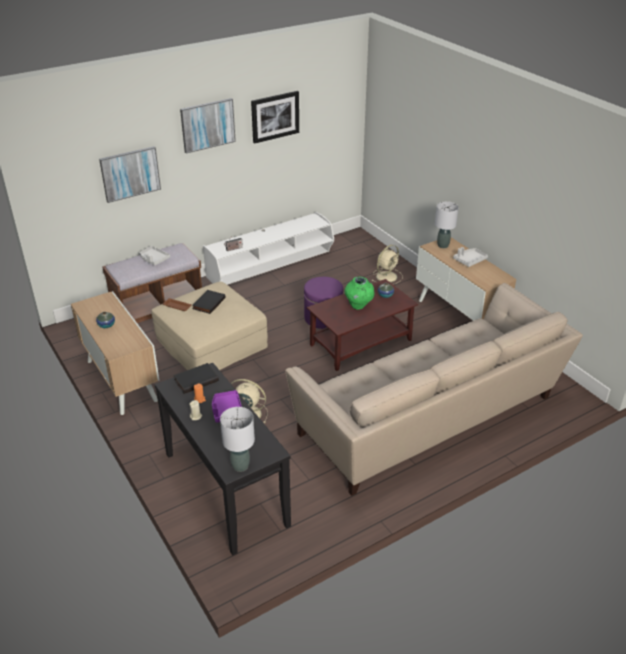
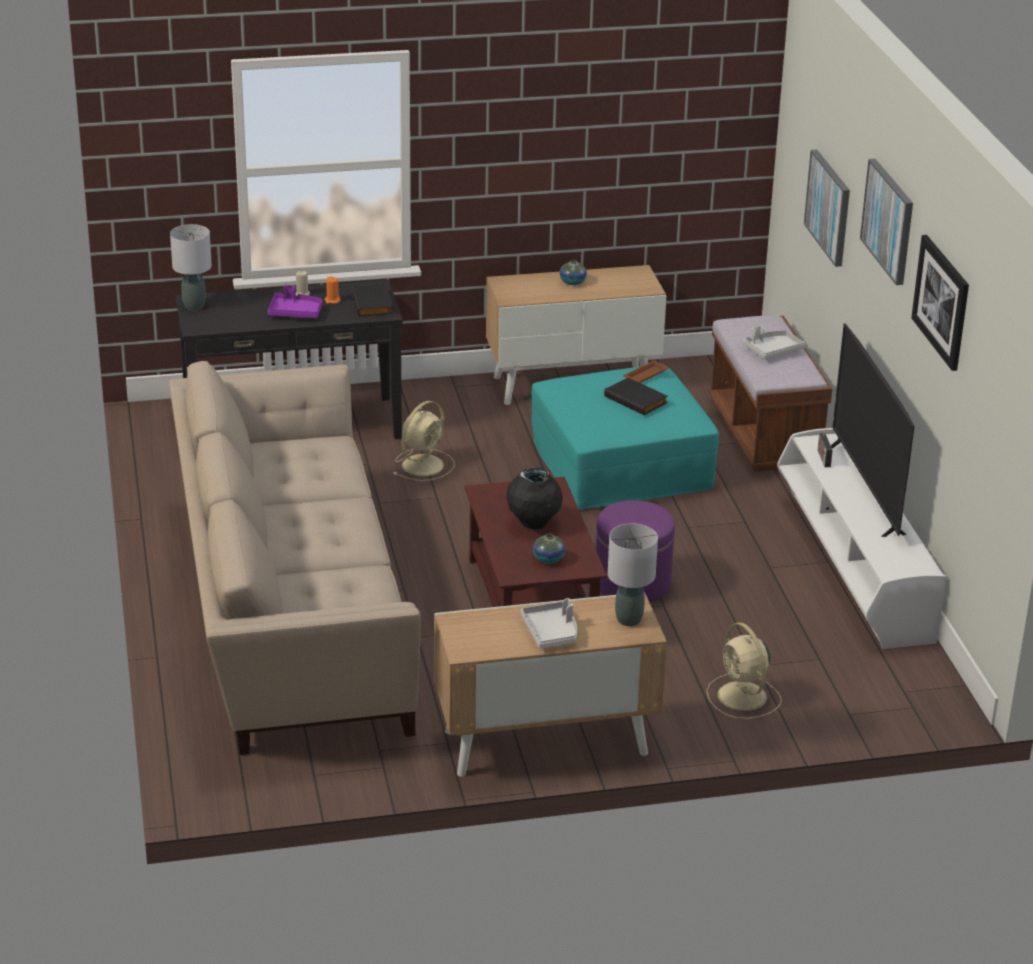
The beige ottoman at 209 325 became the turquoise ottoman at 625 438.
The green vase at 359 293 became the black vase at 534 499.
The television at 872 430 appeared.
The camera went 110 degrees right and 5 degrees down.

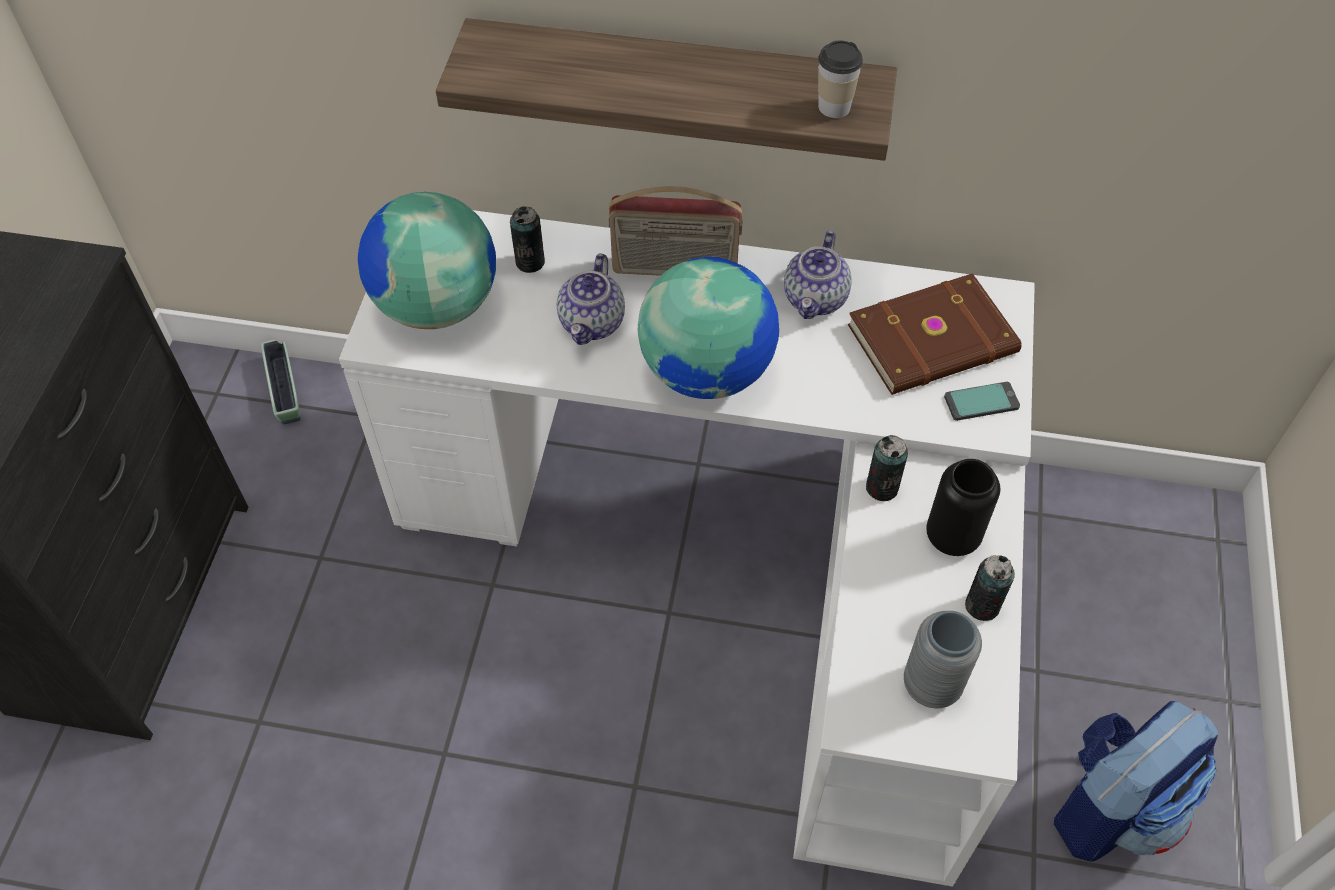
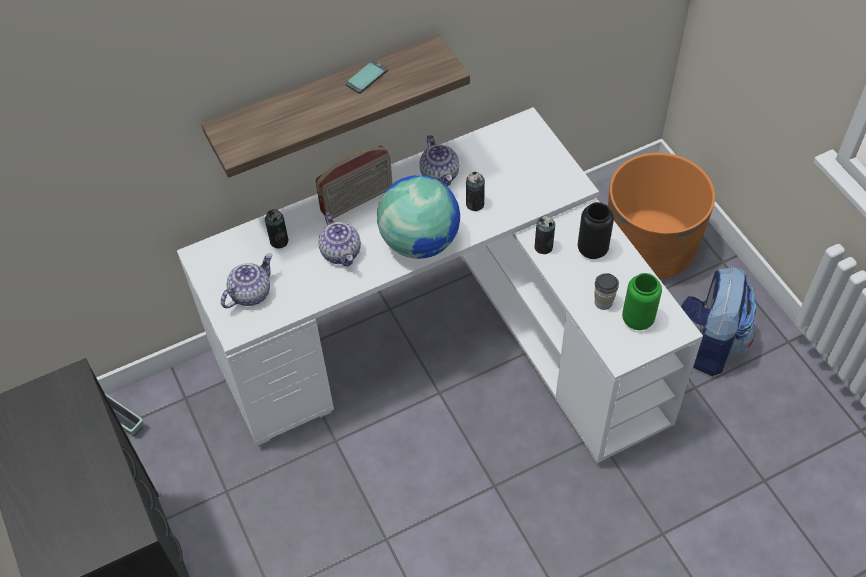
The globe at 427 260 was replaced by the teapot at 246 280.
The cup moved from 840 79 to 606 291.
The brown book at 934 334 disappeared.
The grey vase at 943 660 became the green vase at 642 301.
The phone moved from 982 401 to 366 77.
The can moved from 990 588 to 475 191.
The orange planter at 661 216 appeared.
The camera went 35 degrees left and 0 degrees up.

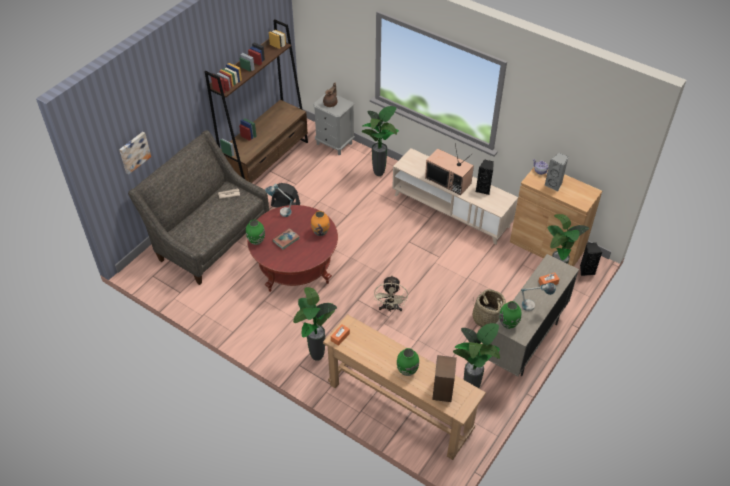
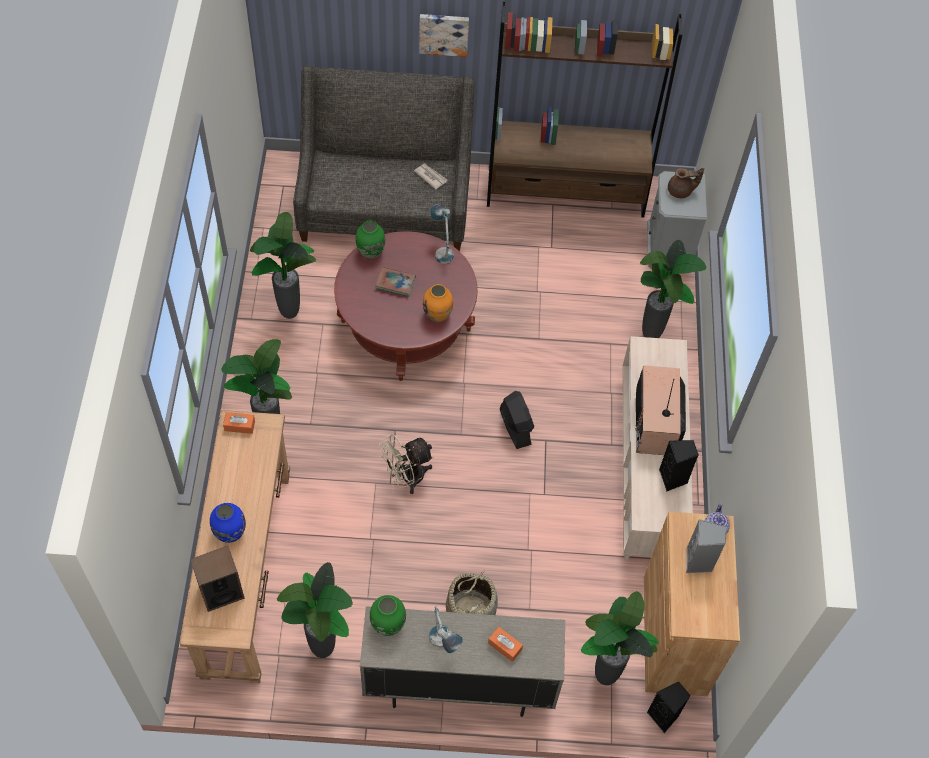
The picture moved from 135 153 to 444 35.
The black fan moved from 285 195 to 517 420.
The green vase at 408 362 became the blue vase at 228 523.
The potted plant at 283 265 appeared.
The camera went 55 degrees right and 10 degrees up.

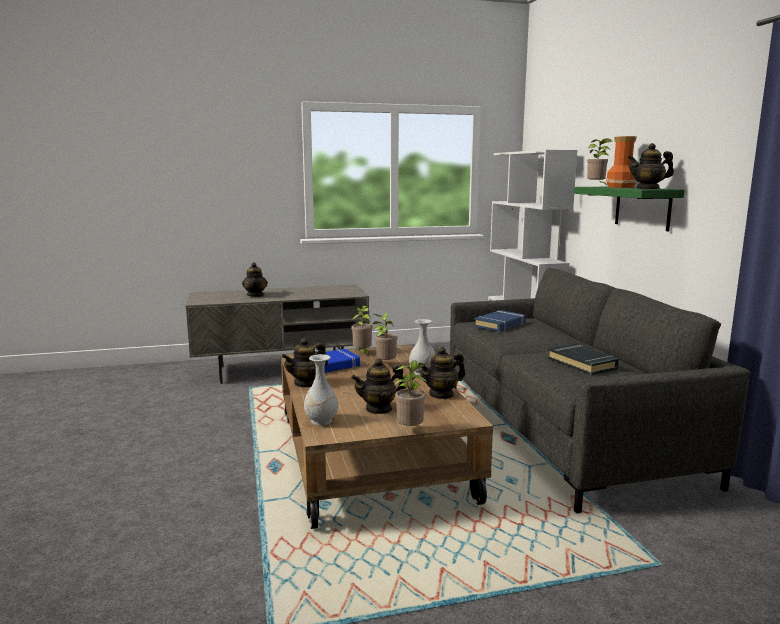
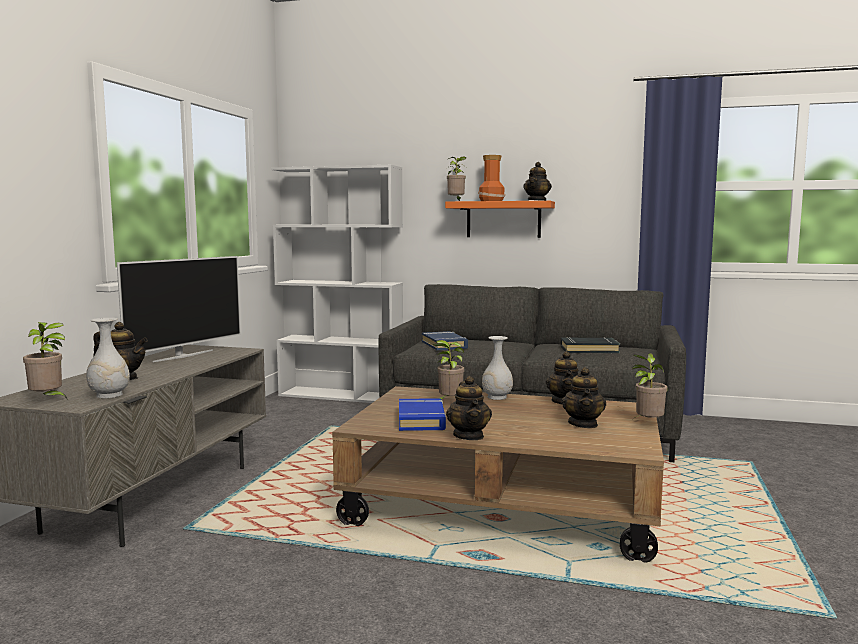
The white vase moved from 321 389 to 108 358.
The potted plant moved from 362 330 to 45 361.
The green shelf at 629 209 became the orange shelf at 500 219.
The television at 179 309 appeared.
The camera went 60 degrees left and 5 degrees down.

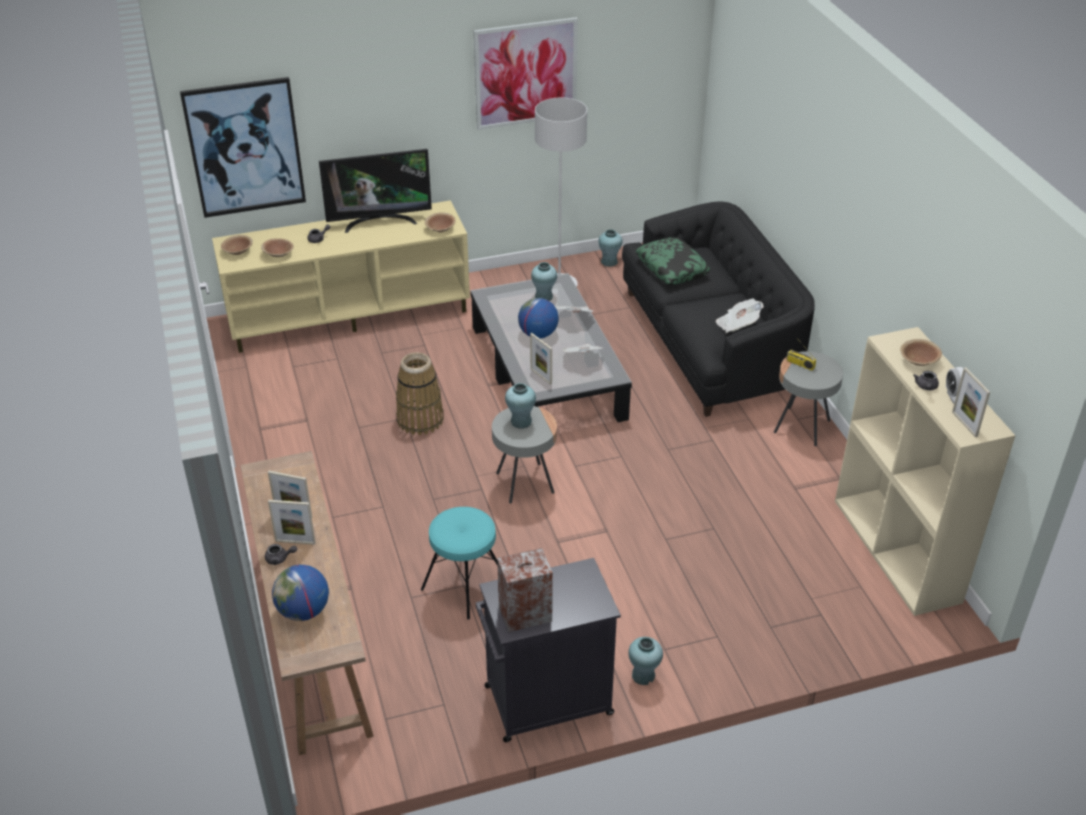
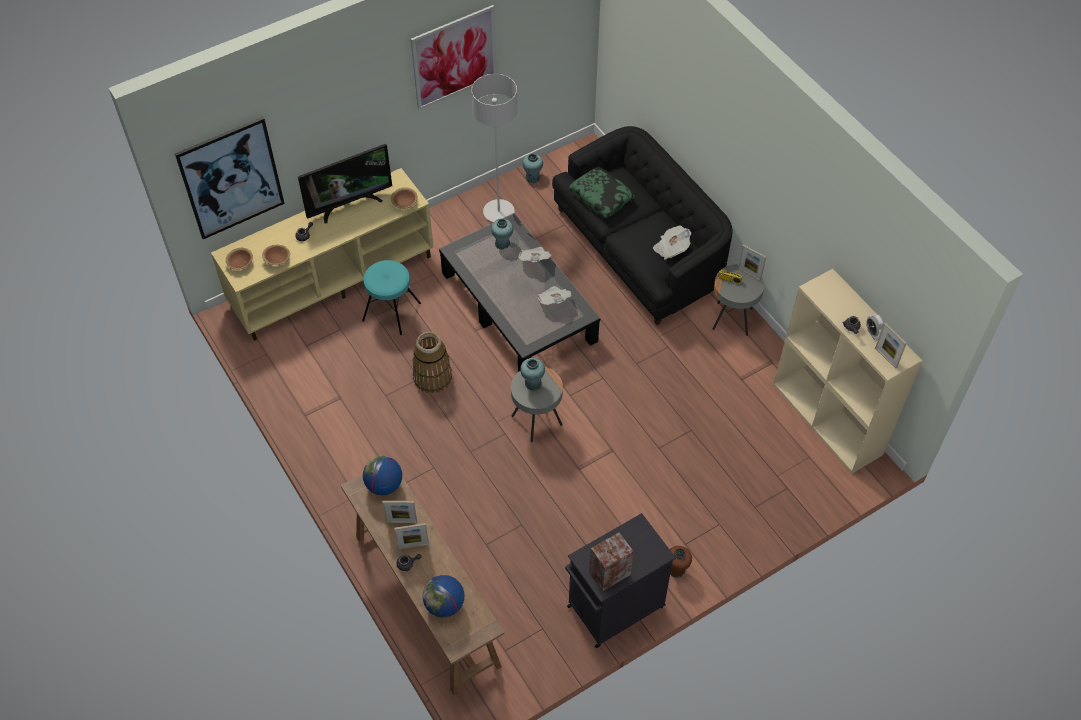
The turquoise stool moved from 459 563 to 391 297.
The globe moved from 538 318 to 382 475.
The picture frame moved from 541 359 to 752 263.
The turquoise vase at 645 661 became the brown vase at 681 562.
The brown bowl at 921 352 disappeared.
The camera went 15 degrees left and 15 degrees up.

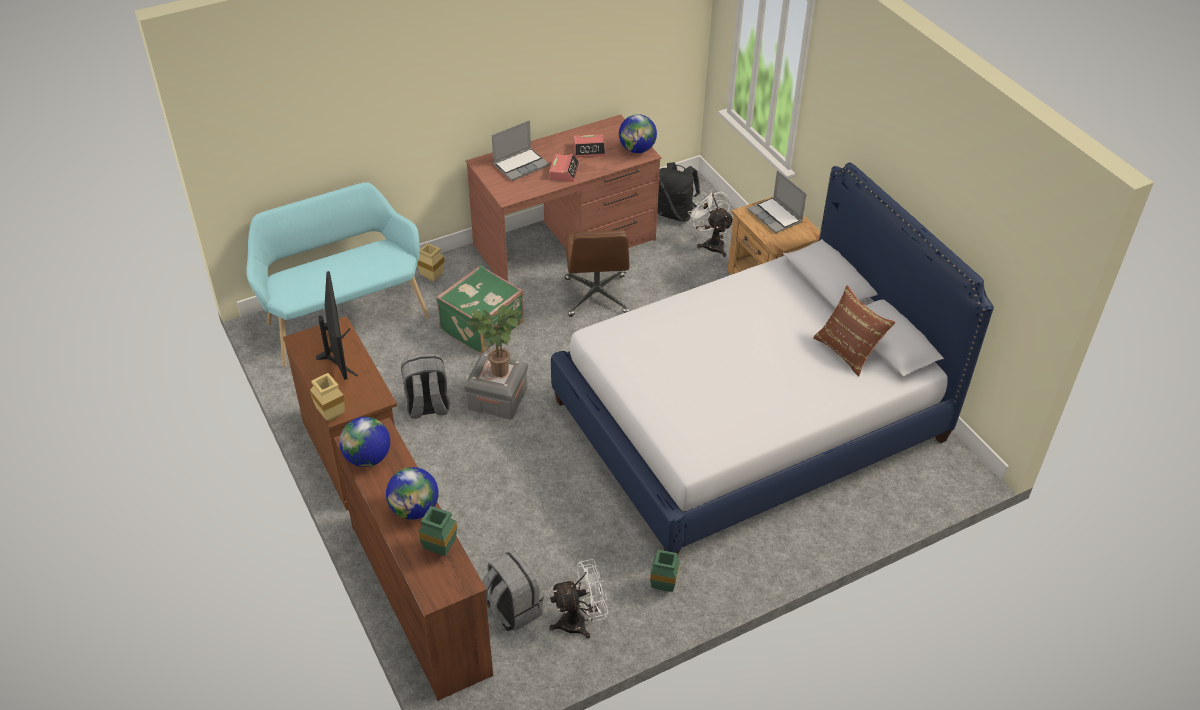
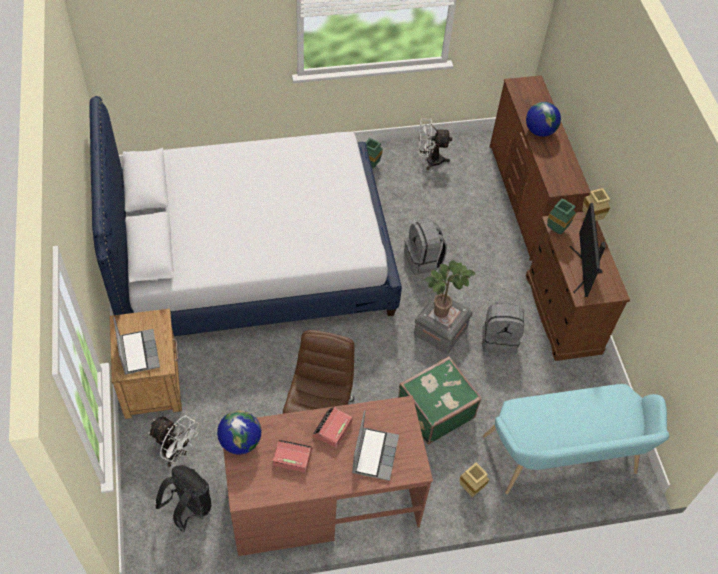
The globe at 364 442 disappeared.
The green vase moved from 437 531 to 561 216.
The grey backpack moved from 513 590 to 425 247.
The laptop at 520 150 turned 120 degrees clockwise.
The white fan at 710 223 turned 45 degrees counterclockwise.
The brown pillow at 854 331 disappeared.
The camera went 165 degrees left and 10 degrees up.

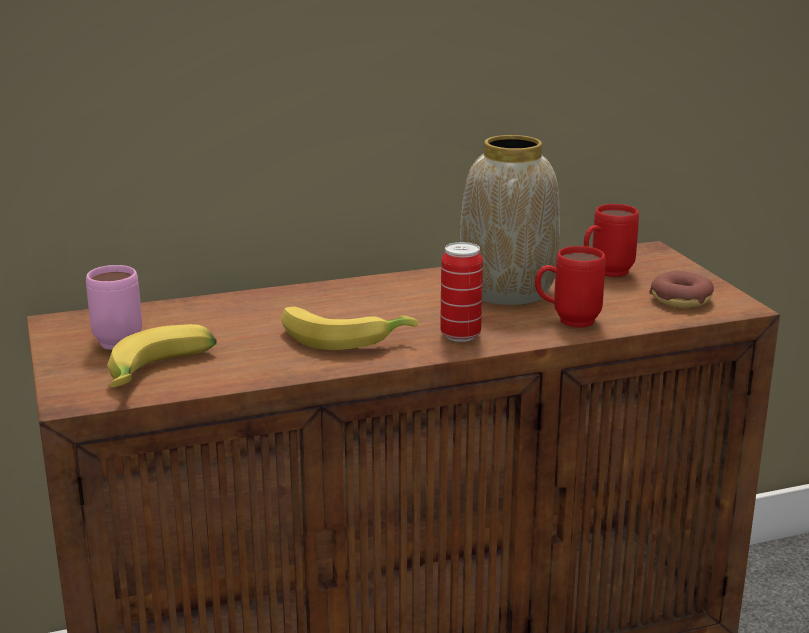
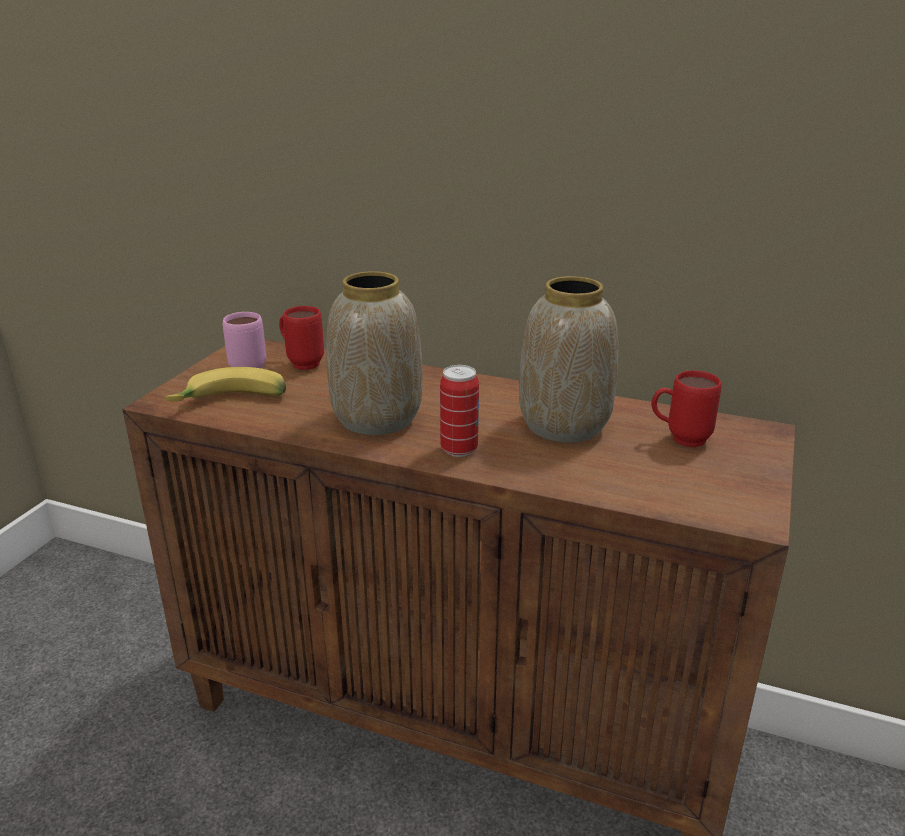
The banana at 349 328 was replaced by the vase at 374 353.
The red mug moved from 570 286 to 301 338.
The donut at 682 289 disappeared.
The camera went 40 degrees right and 5 degrees up.

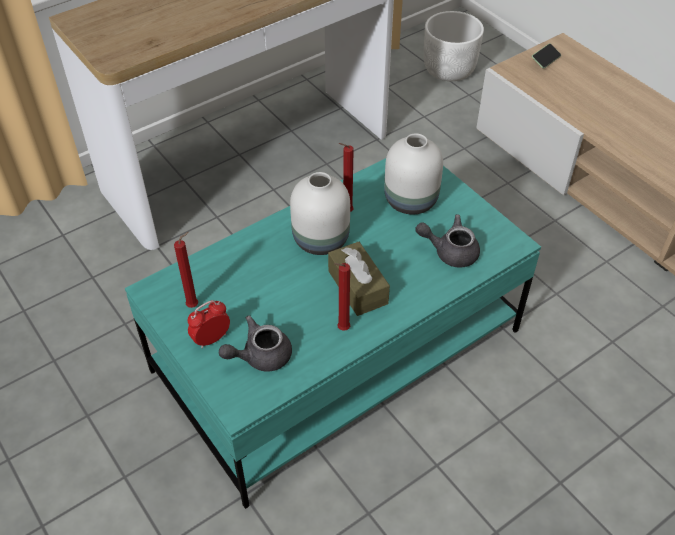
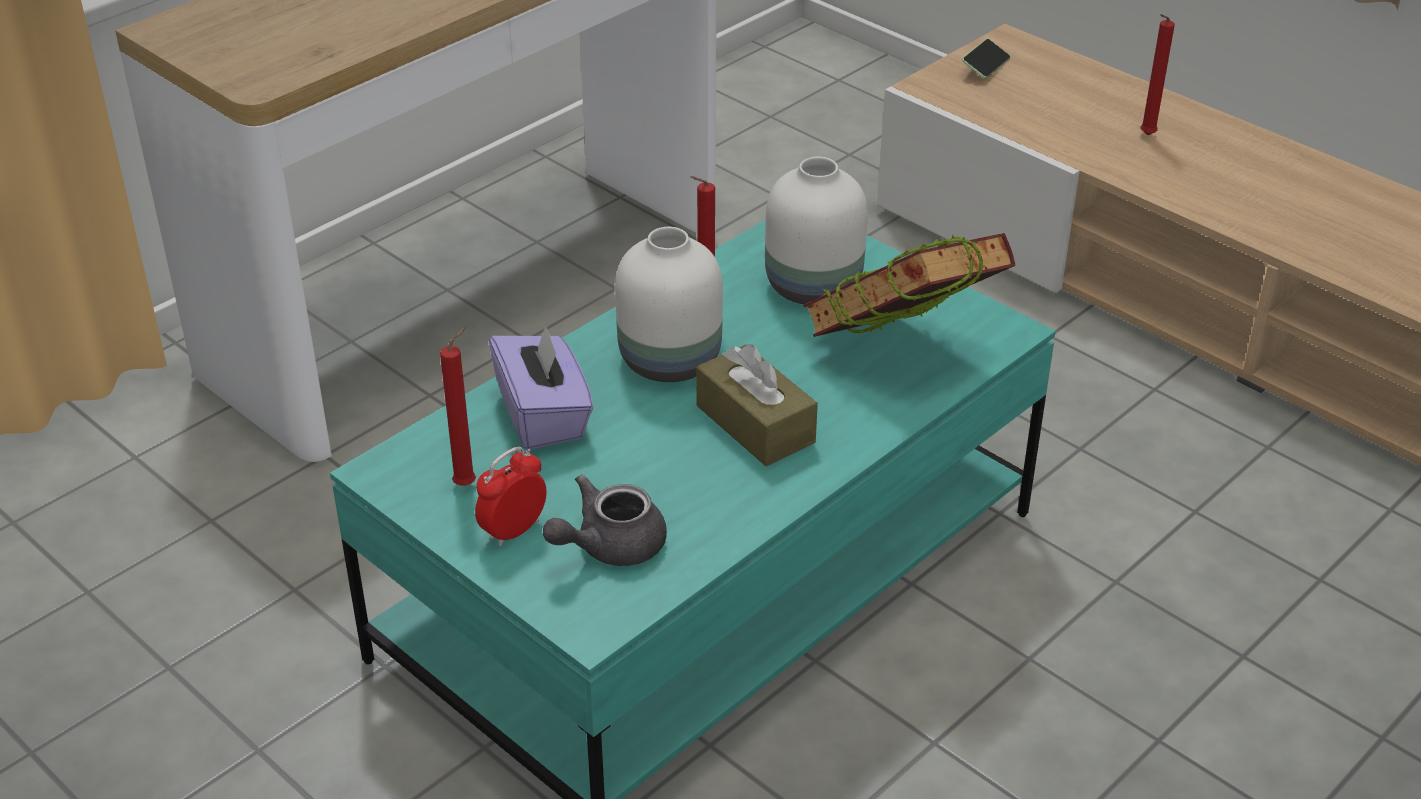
The red candle moved from 342 297 to 1157 74.
The grey teapot at 447 241 was replaced by the book at 909 285.
The white planter at 454 46 disappeared.
The purple tissue box at 541 386 appeared.
The camera went 10 degrees left and 10 degrees down.

